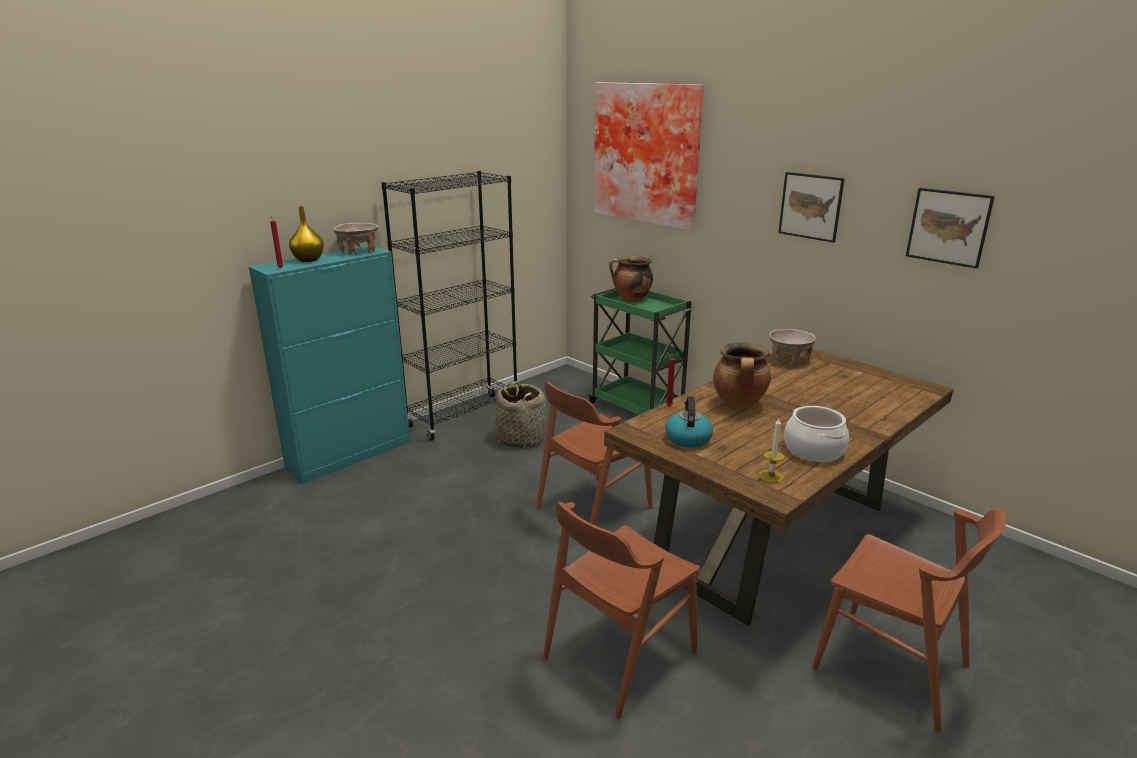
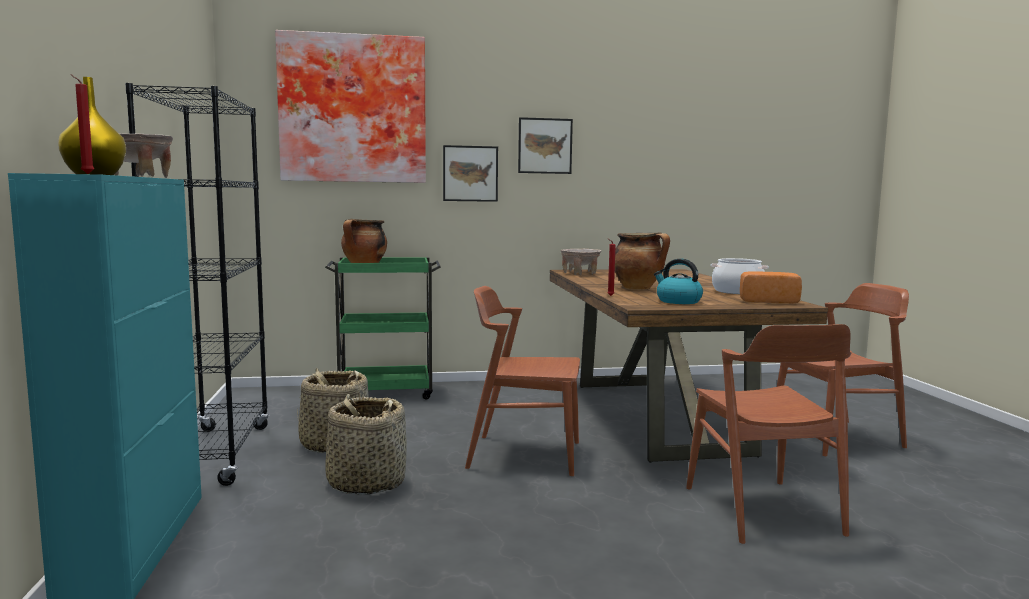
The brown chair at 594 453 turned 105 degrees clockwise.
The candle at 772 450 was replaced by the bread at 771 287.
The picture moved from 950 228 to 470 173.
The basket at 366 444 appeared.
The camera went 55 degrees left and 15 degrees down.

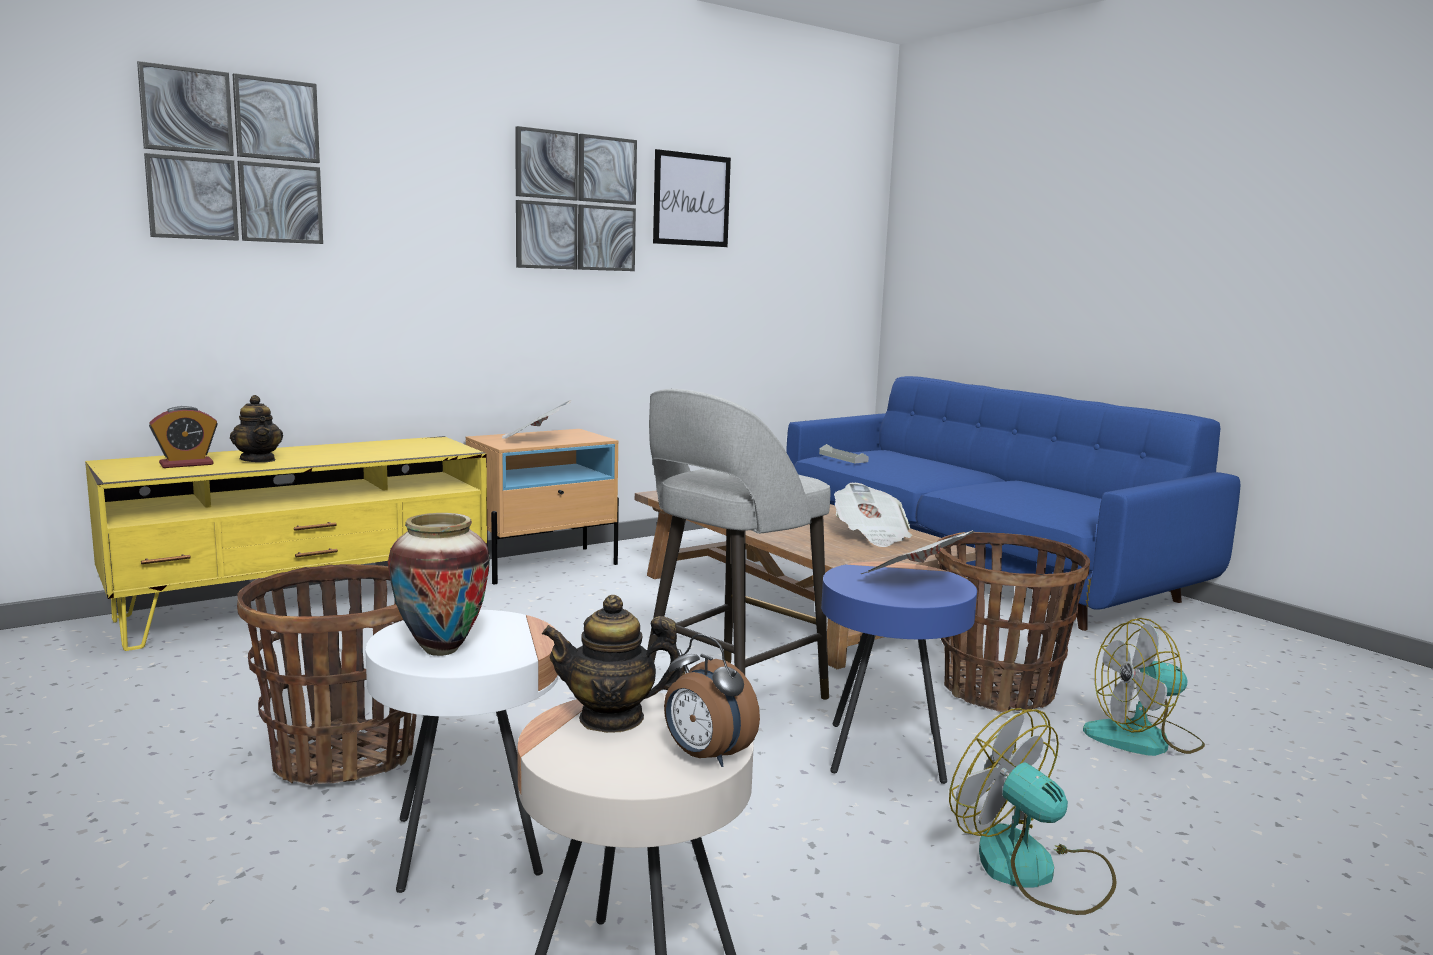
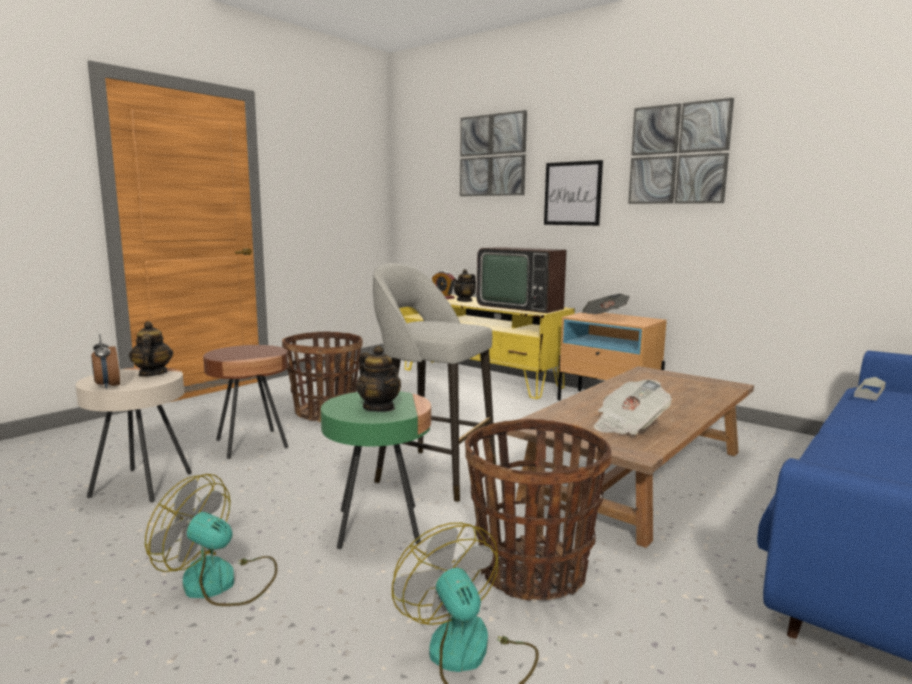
The white side table at 461 751 became the brown side table at 245 402.
The vase at 439 584 disappeared.
The picture moved from 692 198 to 573 193.
The alarm clock at 712 700 turned 60 degrees counterclockwise.
The blue side table at 899 672 became the green side table at 376 470.
The newspaper at 918 552 was replaced by the teapot at 378 379.
The fan at 1032 811 turned 105 degrees counterclockwise.
The television at 522 280 appeared.
The camera went 75 degrees right and 0 degrees up.

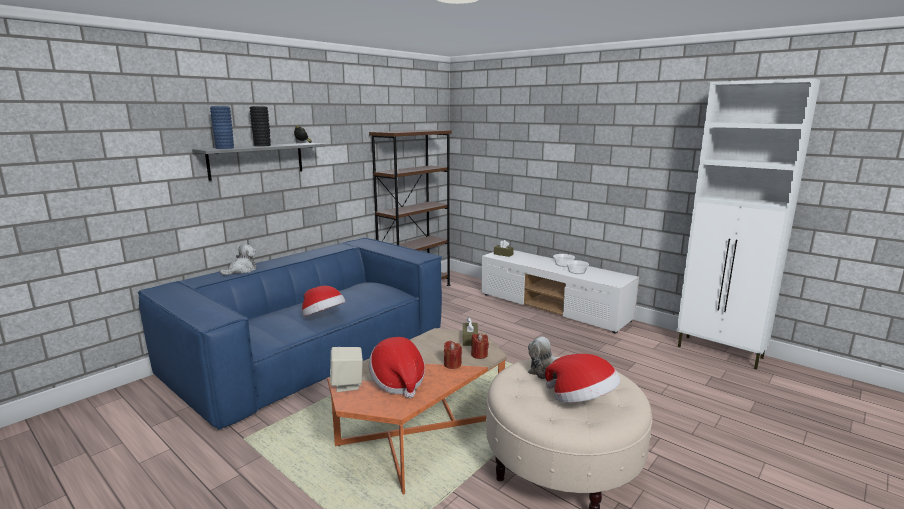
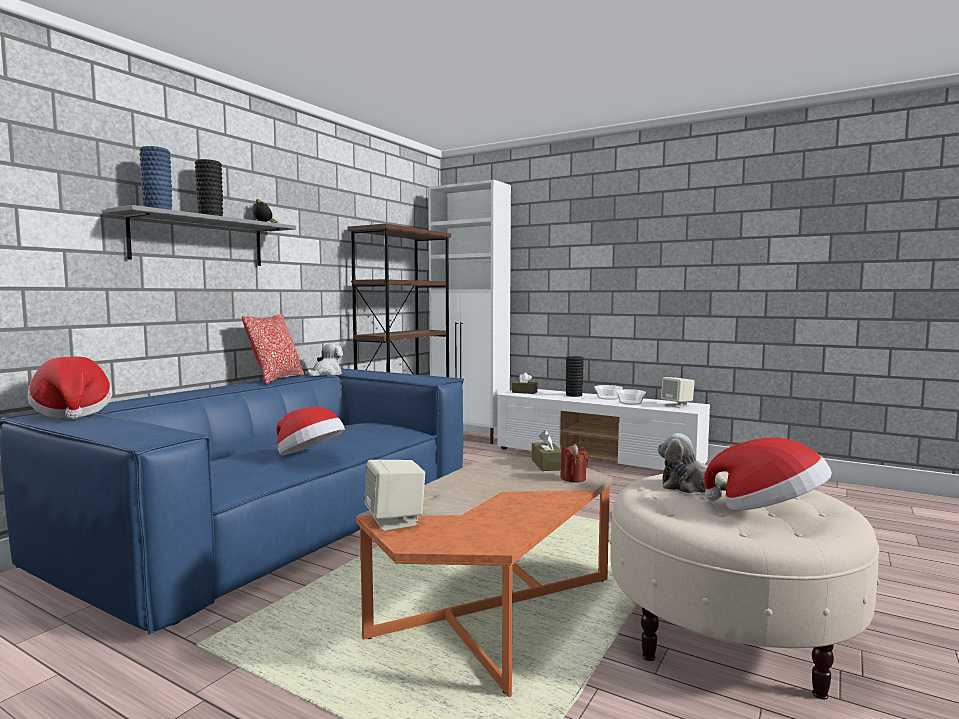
The plush toy moved from 238 259 to 325 359.
The hat moved from 397 367 to 69 387.
The red candle at 453 355 disappeared.
The white cabinet moved from 748 223 to 469 311.
The pillow at 273 349 appeared.
The black vase at 575 376 appeared.
The beige speaker at 678 392 appeared.
The camera went 10 degrees left and 10 degrees down.

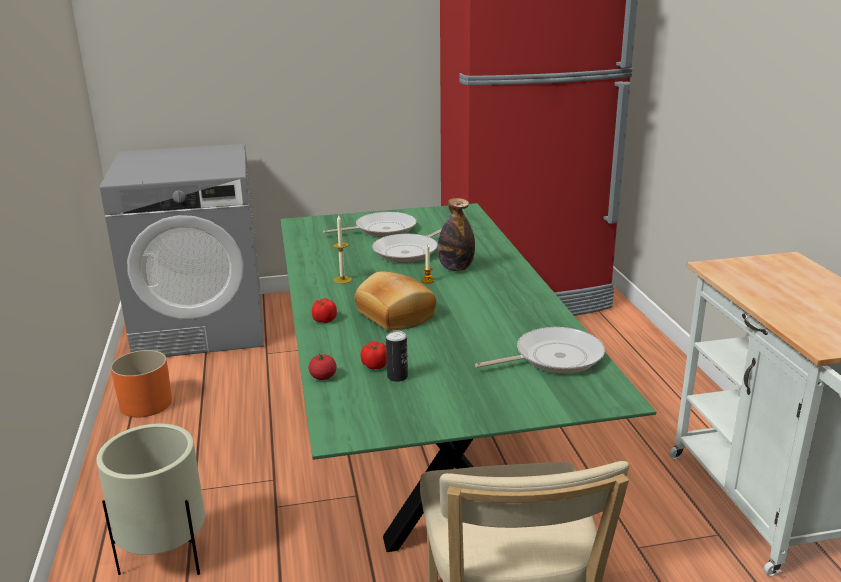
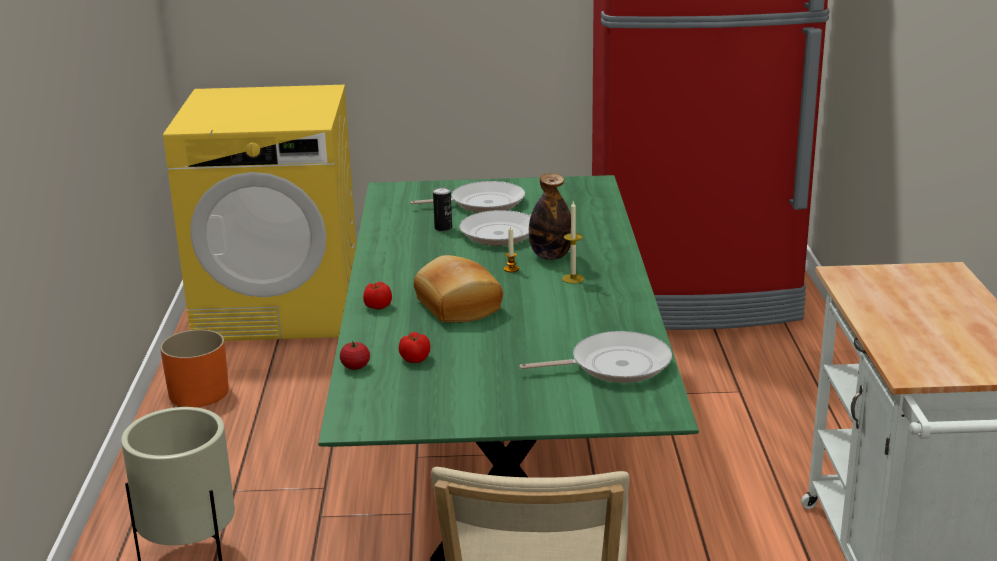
The grey washing machine at 182 250 became the yellow washing machine at 259 213.
The candle moved from 342 249 to 573 242.
The can moved from 397 356 to 442 209.
The camera went 10 degrees right and 0 degrees up.

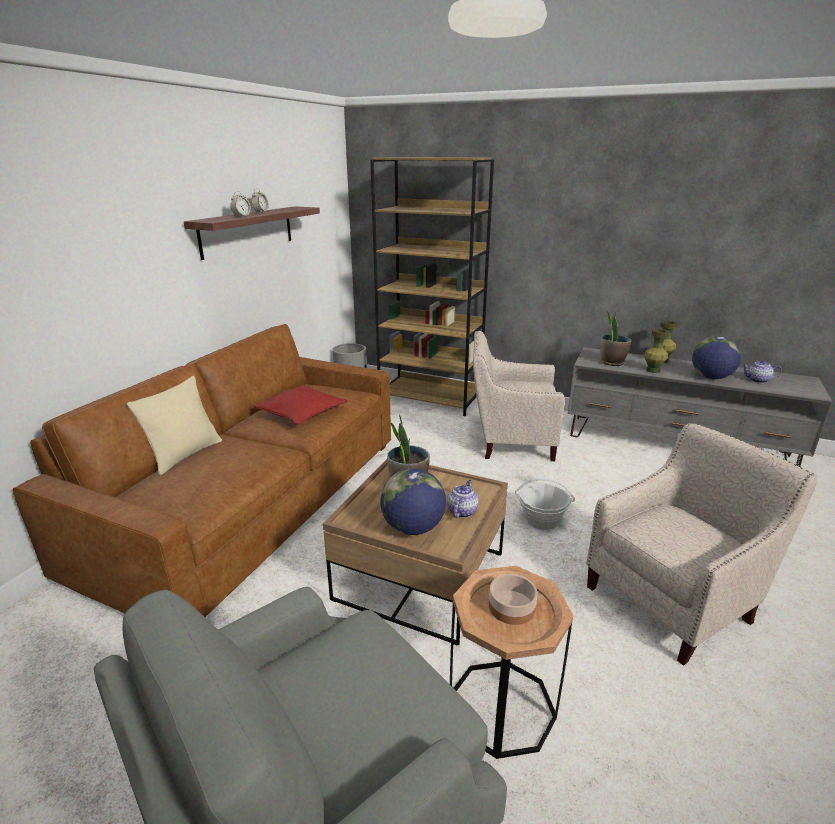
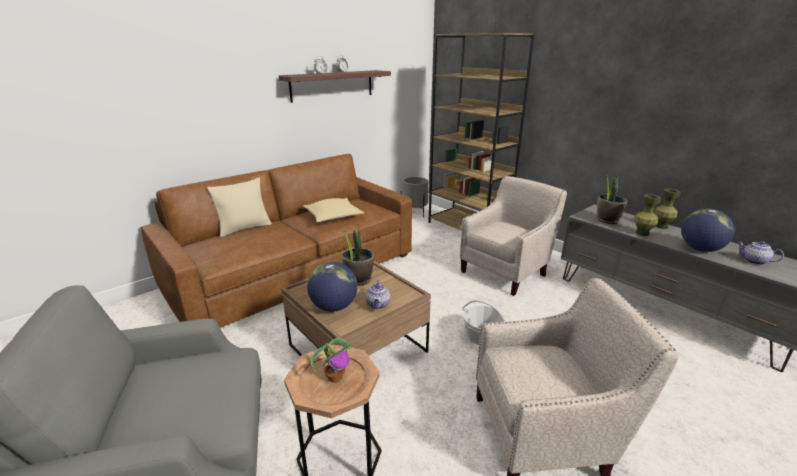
The red pillow at 301 405 became the beige pillow at 333 210.
The teapot at 462 499 turned 135 degrees clockwise.
The beige armchair at 519 396 turned 105 degrees clockwise.
The bowl at 513 599 was replaced by the potted plant at 332 360.
The camera went 25 degrees right and 0 degrees up.

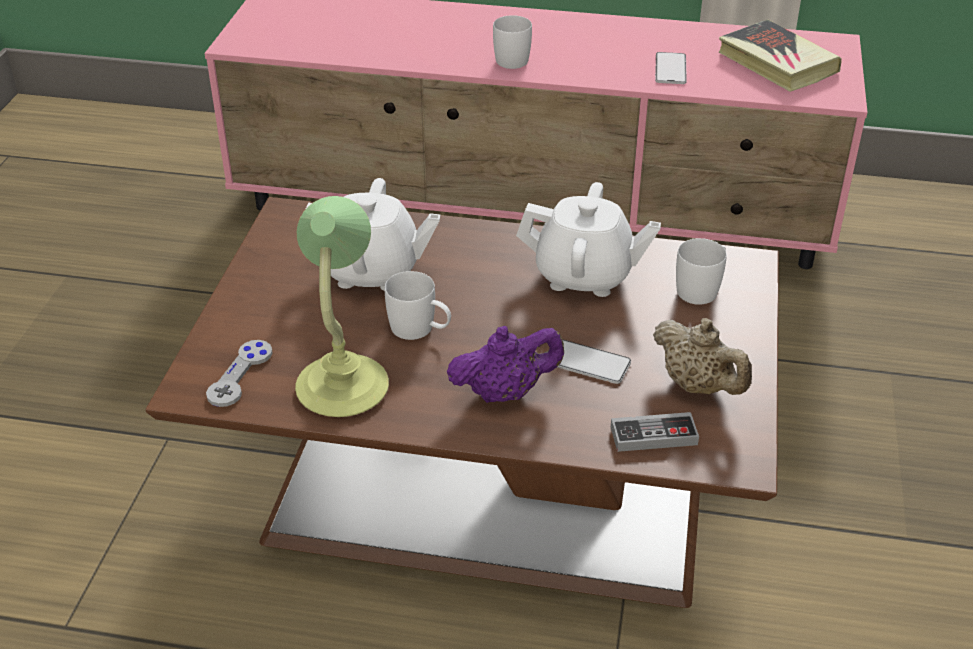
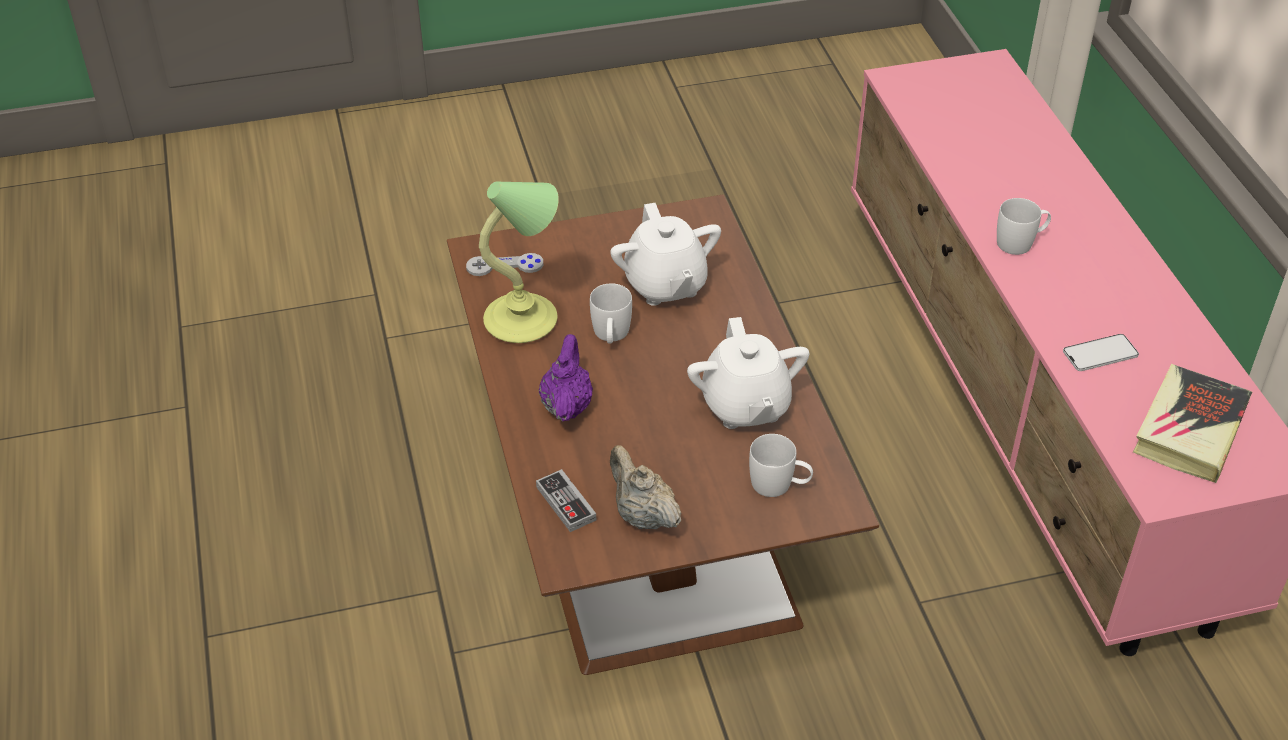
The purple teapot at 505 364 turned 135 degrees counterclockwise.
The phone at 594 361 disappeared.
The beige teapot at 702 356 turned 120 degrees clockwise.
The camera went 65 degrees right and 5 degrees up.

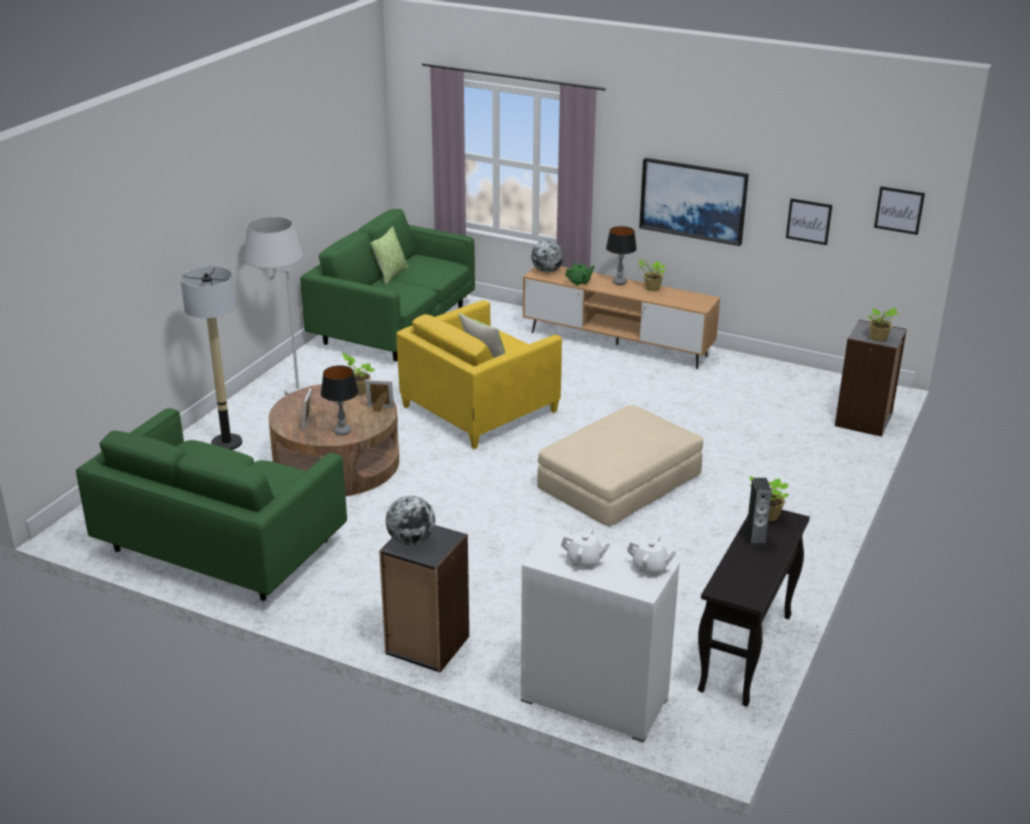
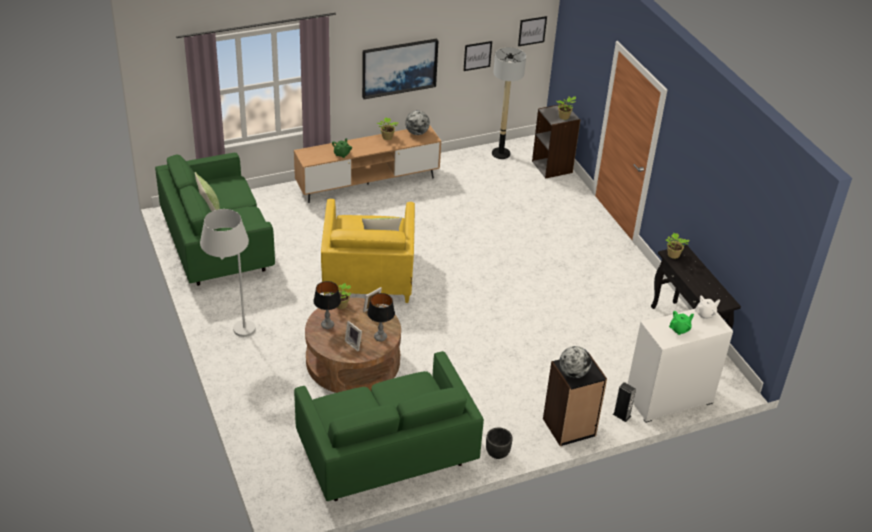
The floor lamp moved from 211 358 to 509 103.
The globe moved from 547 256 to 417 123.
The beige ottoman at 620 465 disappeared.
The white teapot at 585 548 became the green teapot at 681 323.
The table lamp moved from 621 255 to 327 305.
The speaker moved from 758 512 to 624 402.
The black planter at 499 443 appeared.
The camera went 50 degrees left and 10 degrees up.

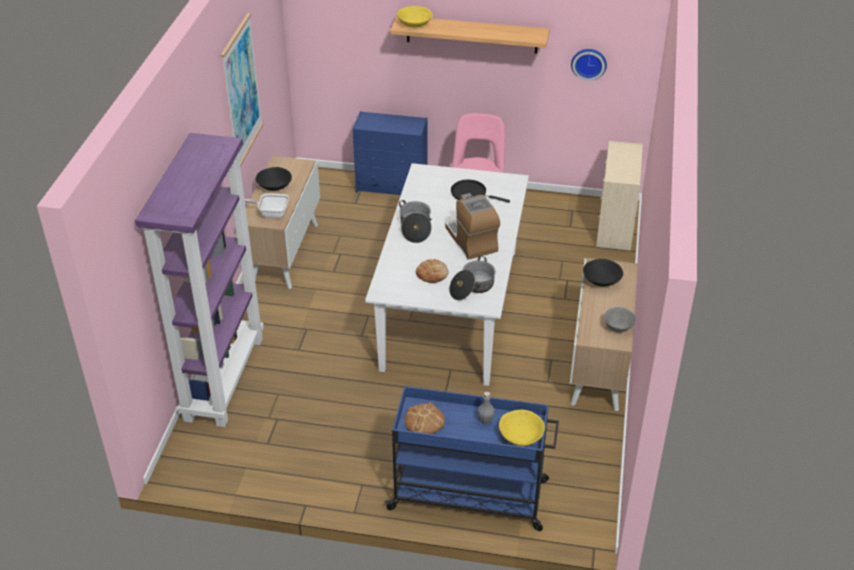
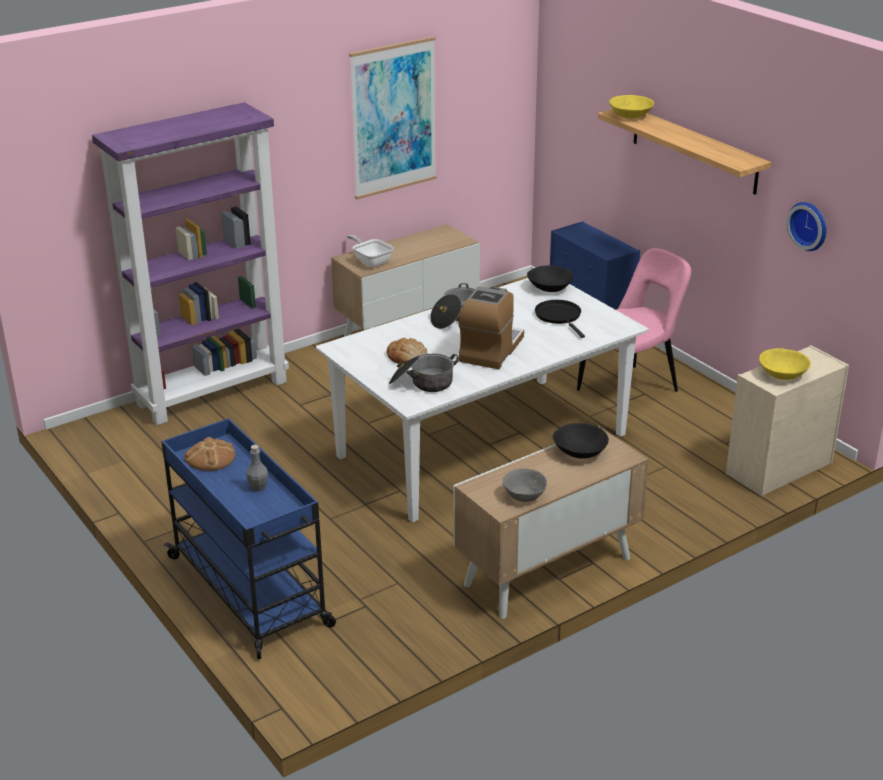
The black bowl moved from 274 179 to 550 278.
The yellow bowl moved from 522 428 to 785 364.
The camera went 45 degrees right and 10 degrees down.

